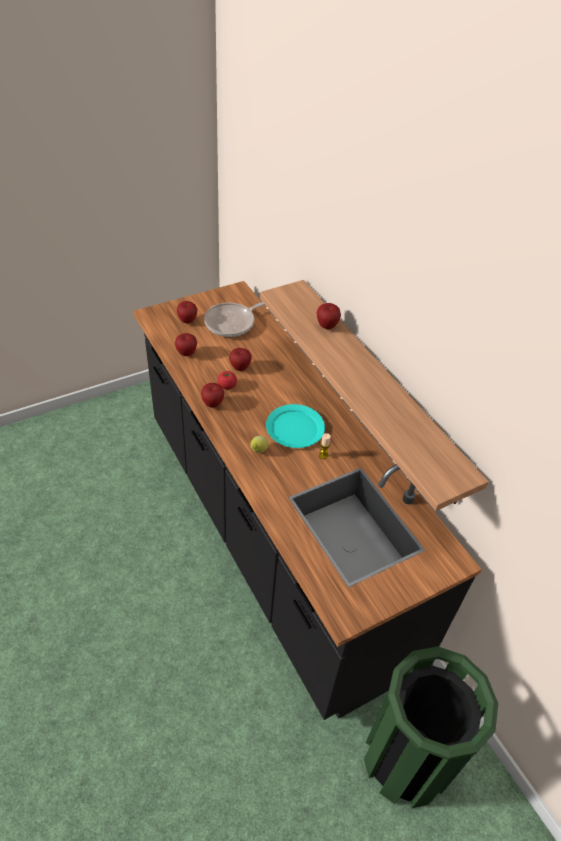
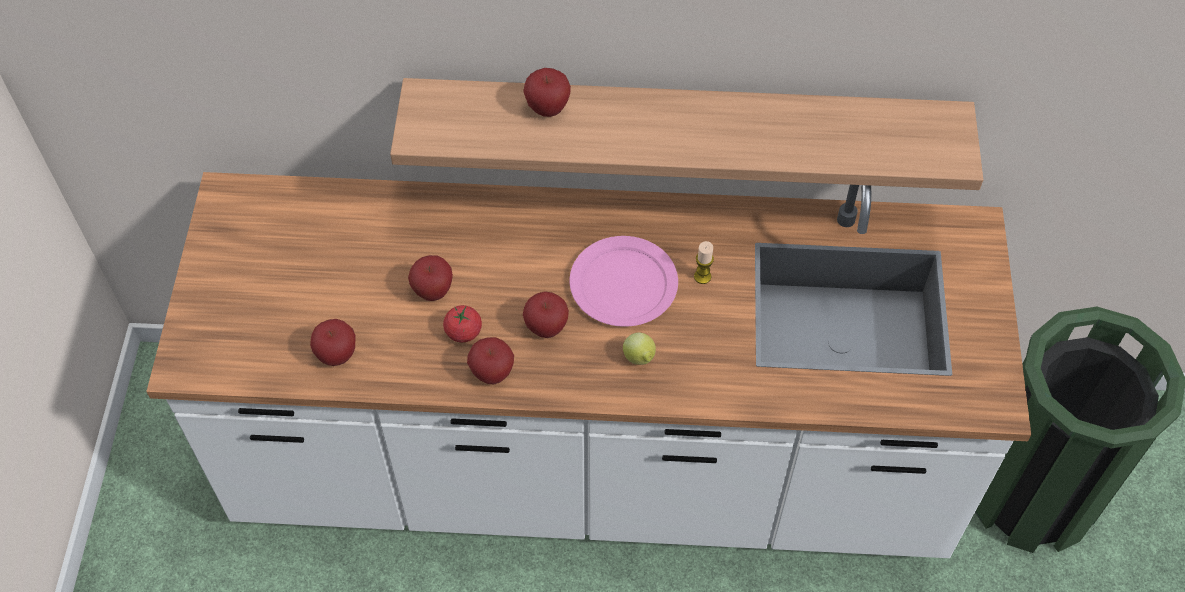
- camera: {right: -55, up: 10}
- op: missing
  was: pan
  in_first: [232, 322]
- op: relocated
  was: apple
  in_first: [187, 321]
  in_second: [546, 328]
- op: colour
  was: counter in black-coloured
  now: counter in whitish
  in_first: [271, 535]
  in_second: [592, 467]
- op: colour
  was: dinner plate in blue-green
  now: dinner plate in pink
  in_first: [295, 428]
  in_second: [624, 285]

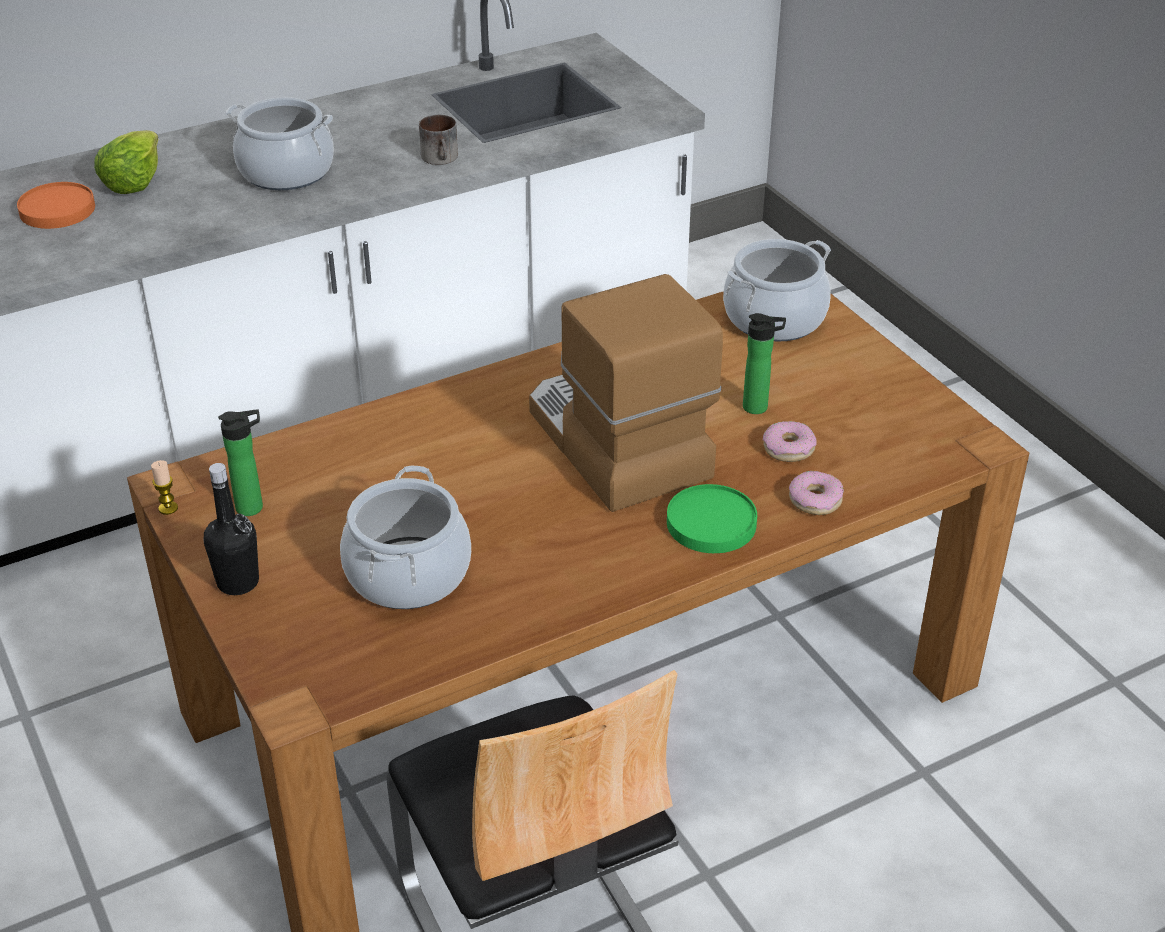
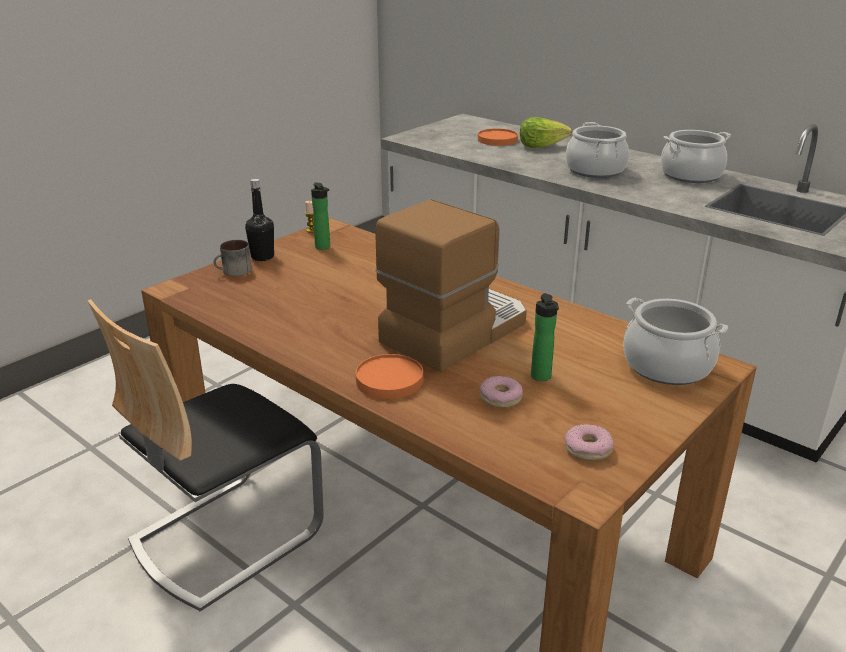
- camera: {right: 70, up: -10}
- op: relocated
  was: stockpot
  in_first: [408, 574]
  in_second: [691, 175]
- op: relocated
  was: tea mug
  in_first: [442, 158]
  in_second: [234, 272]
- op: relocated
  was: ring doughnut
  in_first: [815, 500]
  in_second: [588, 449]
- op: colour
  was: dinner plate in green-coloured
  now: dinner plate in orange
  in_first: [712, 523]
  in_second: [389, 380]

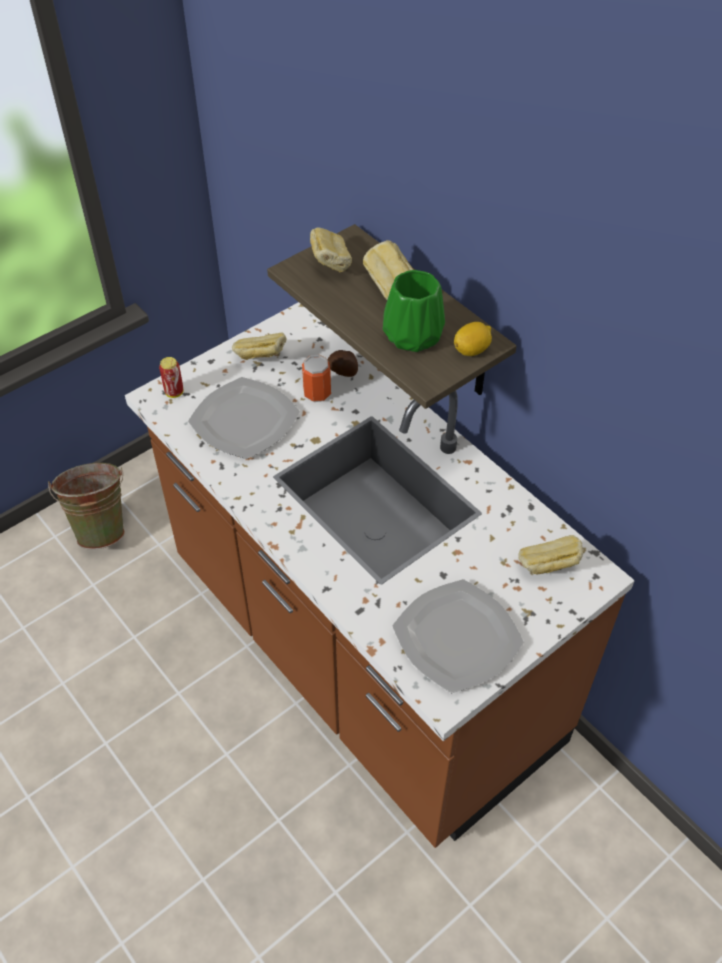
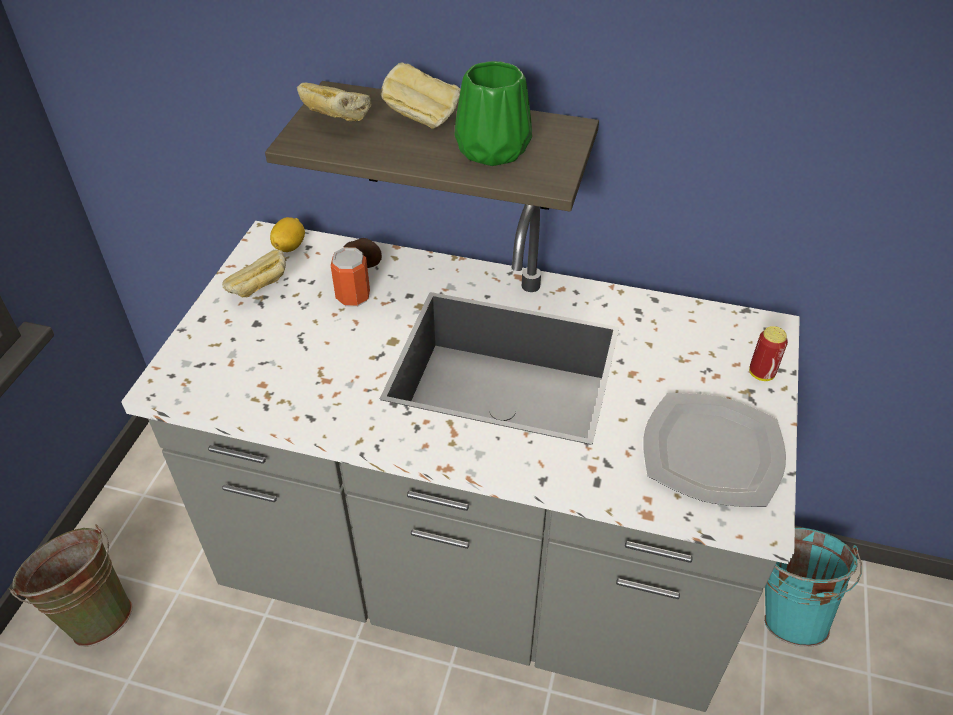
- camera: {right: -35, up: -5}
- op: missing
  was: dinner plate
  in_first: [243, 421]
- op: missing
  was: bread
  in_first: [548, 568]
- op: appeared
  now: bucket in blue-green
  in_second: [787, 608]
- op: relocated
  was: metal can
  in_first: [174, 392]
  in_second: [761, 374]
- op: relocated
  was: lemon
  in_first: [471, 350]
  in_second: [290, 246]
- op: colour
  was: counter in brownish
  now: counter in gray
  in_first: [361, 654]
  in_second: [476, 575]

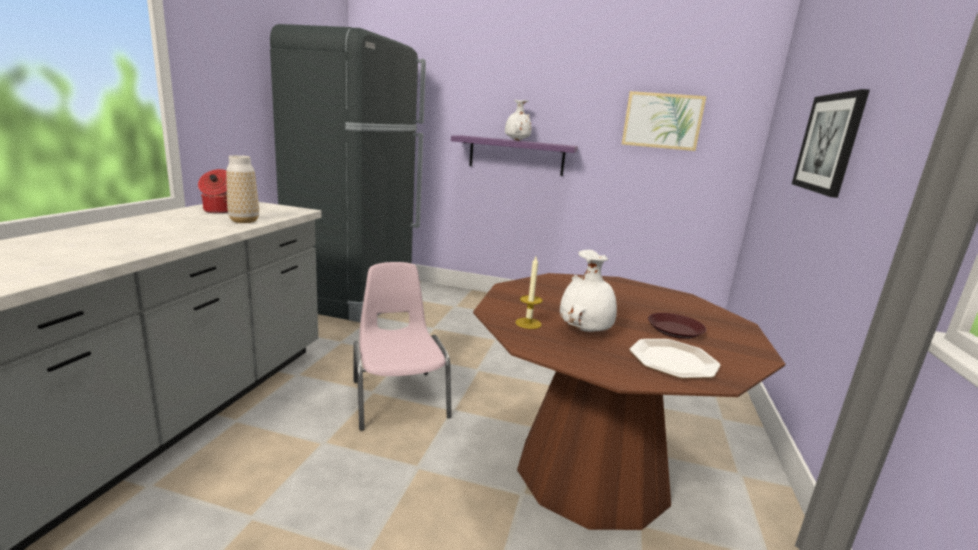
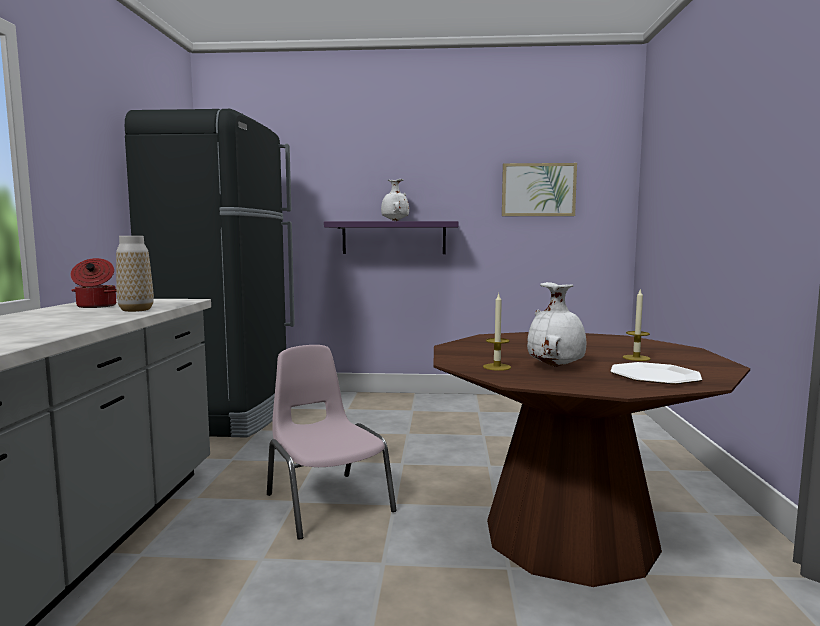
- camera: {right: -10, up: -10}
- op: missing
  was: picture
  in_first: [828, 143]
- op: exchanged
  was: dinner plate in brownish
  now: wax candle
  in_first: [675, 330]
  in_second: [636, 358]

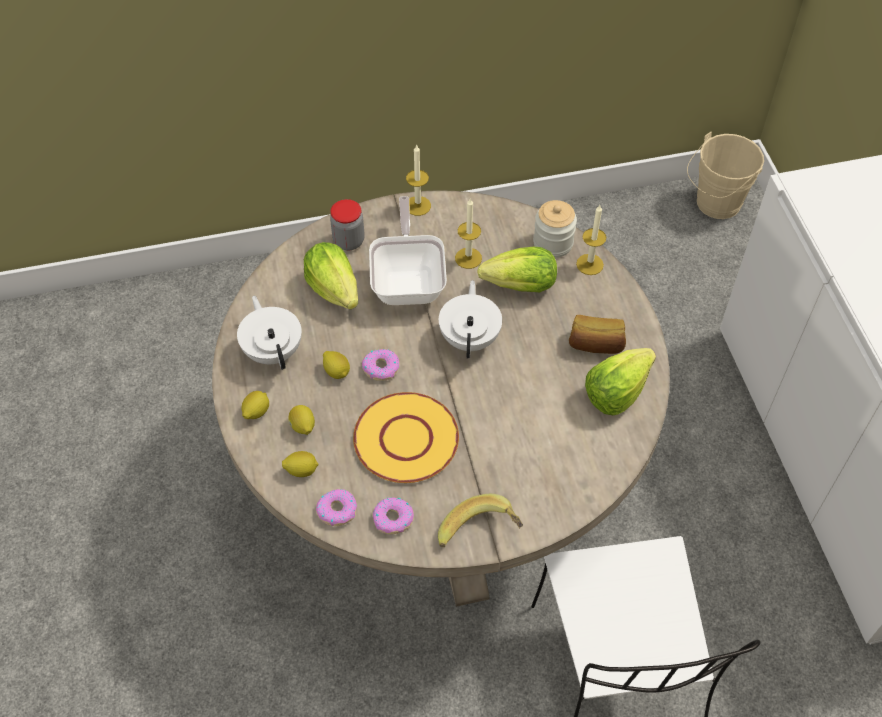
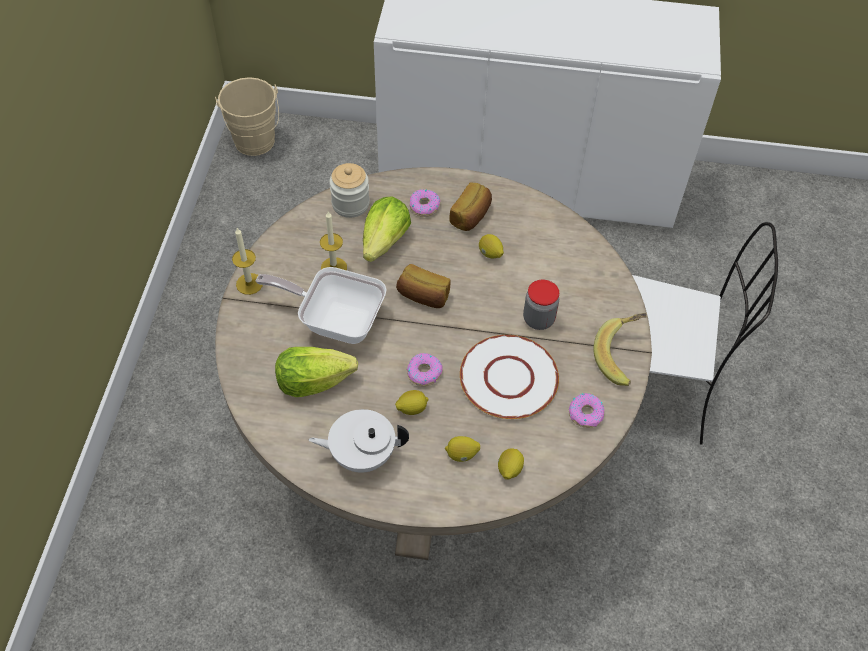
- camera: {right: -70, up: 0}
- op: missing
  was: wax candle
  in_first: [589, 264]
- op: missing
  was: lettuce
  in_first: [616, 392]
- op: relocated
  was: lemon
  in_first: [256, 412]
  in_second: [490, 254]
- op: relocated
  was: ring doughnut
  in_first: [337, 510]
  in_second: [424, 206]
- op: relocated
  was: preserve jar
  in_first: [349, 241]
  in_second: [538, 319]
- op: exchanged
  was: teapot in whitish
  now: bread
  in_first: [470, 338]
  in_second: [423, 296]
- op: colour
  was: dinner plate in yellow-coloured
  now: dinner plate in whitish
  in_first: [406, 438]
  in_second: [508, 377]

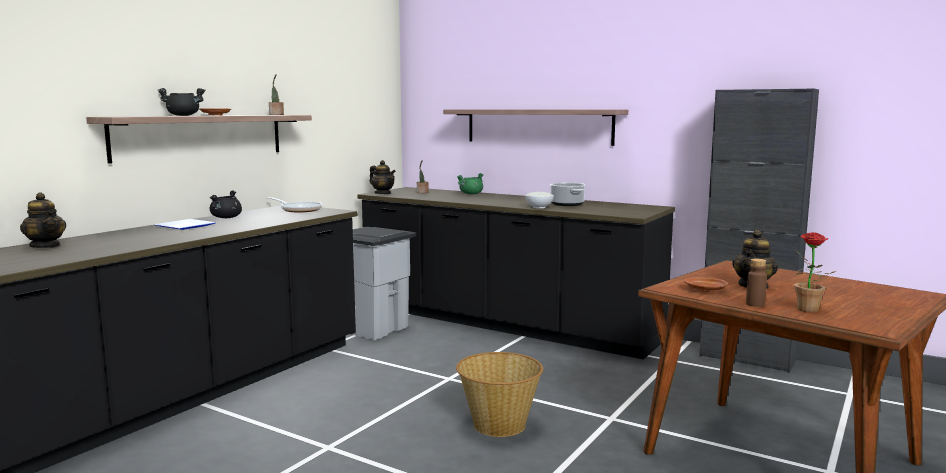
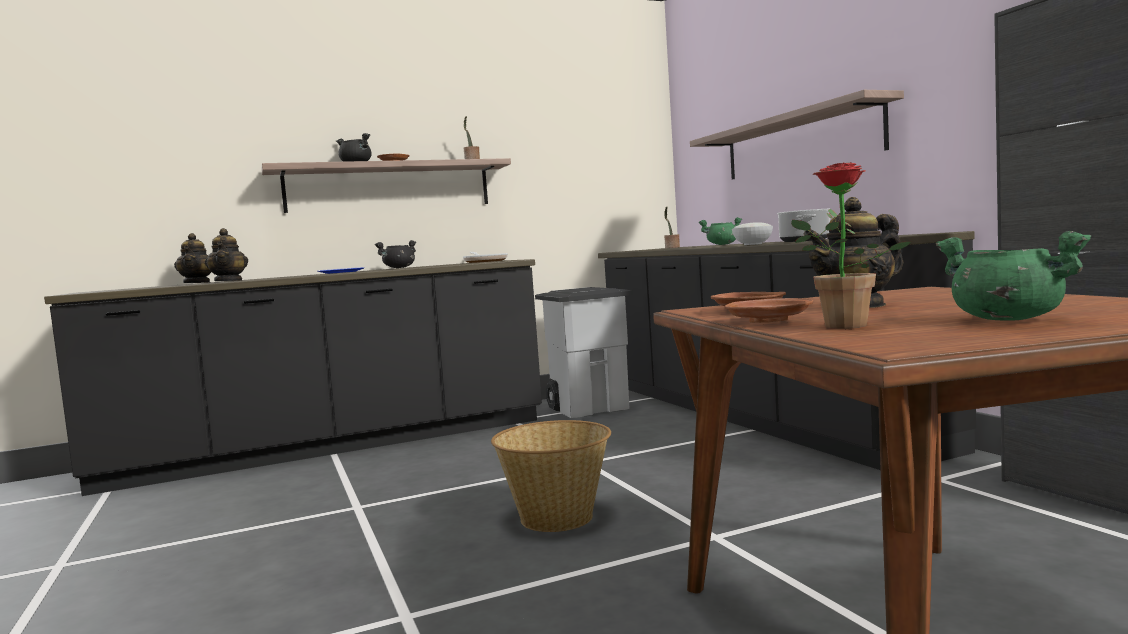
- camera: {right: 35, up: -5}
- op: appeared
  now: stockpot in green-coloured
  in_second: [1005, 319]
- op: relocated
  was: teapot
  in_first: [383, 193]
  in_second: [229, 281]
- op: exchanged
  was: drink bottle in brownish
  now: dinner plate in brownish
  in_first: [755, 304]
  in_second: [769, 321]

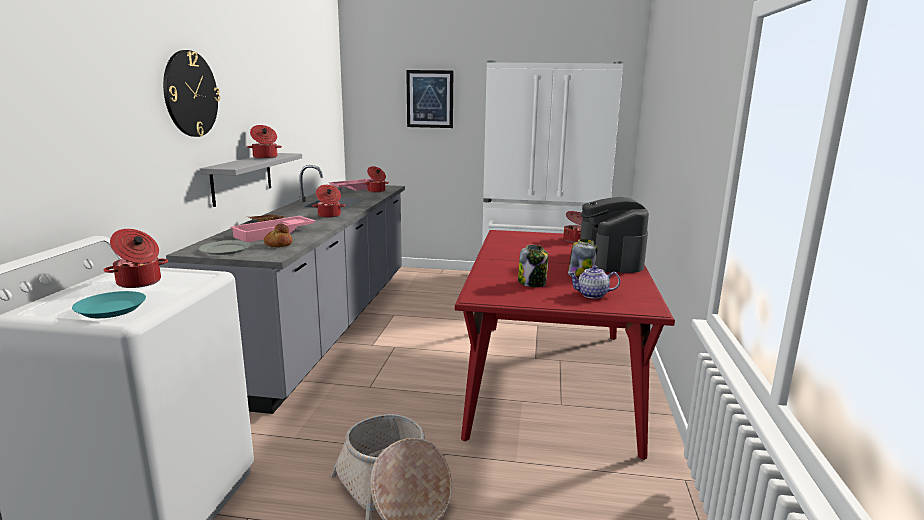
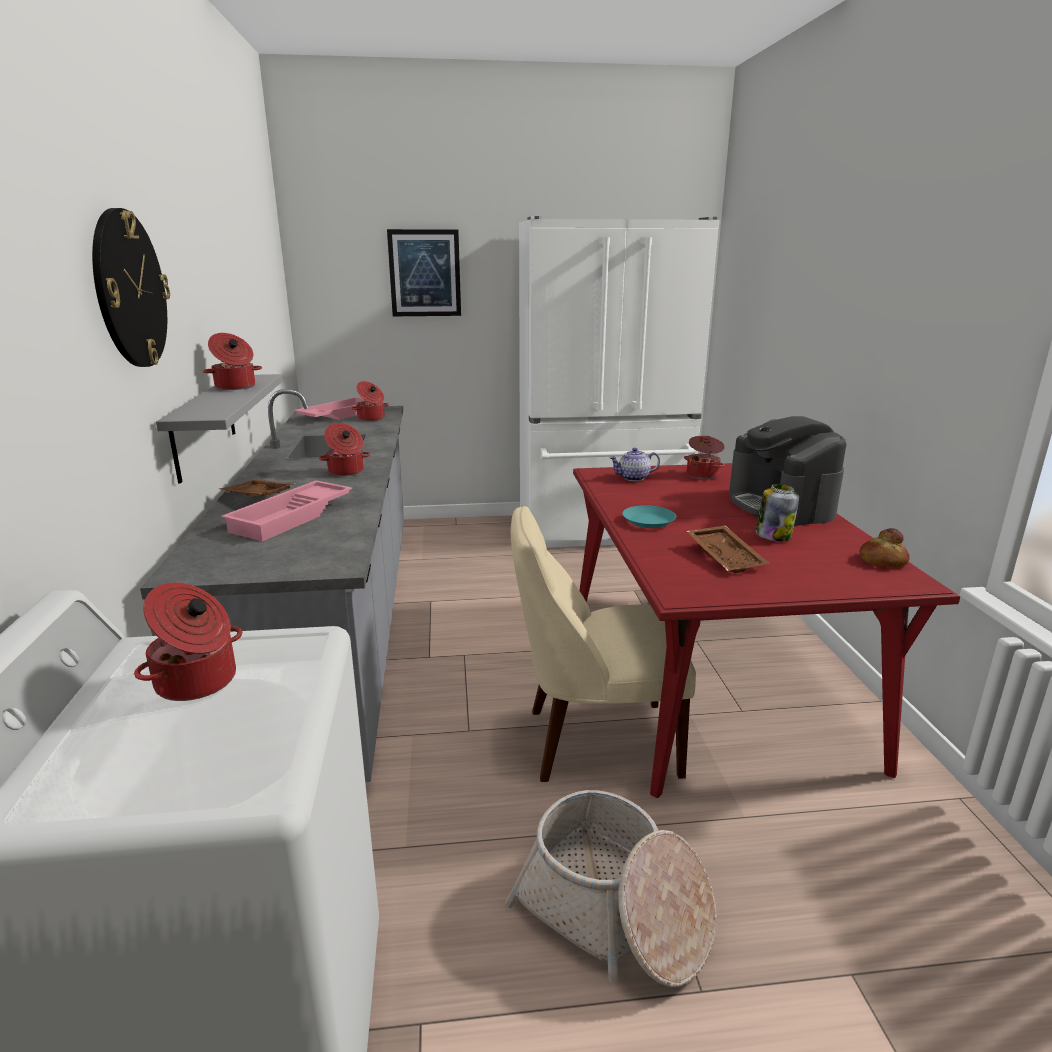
- camera: {right: -15, up: 5}
- op: missing
  was: dinner plate in gray
  in_first: [225, 249]
- op: appeared
  now: plain chair in beige
  in_second: [594, 741]
- op: relocated
  was: dinner plate in blue-green
  in_first: [110, 310]
  in_second: [648, 521]
- op: relocated
  was: bread
  in_first: [278, 244]
  in_second: [882, 561]
- op: relocated
  was: teapot
  in_first: [592, 295]
  in_second: [633, 478]
- op: exchanged
  was: preserve jar
  now: carrying tray in brownish
  in_first: [532, 283]
  in_second: [726, 557]

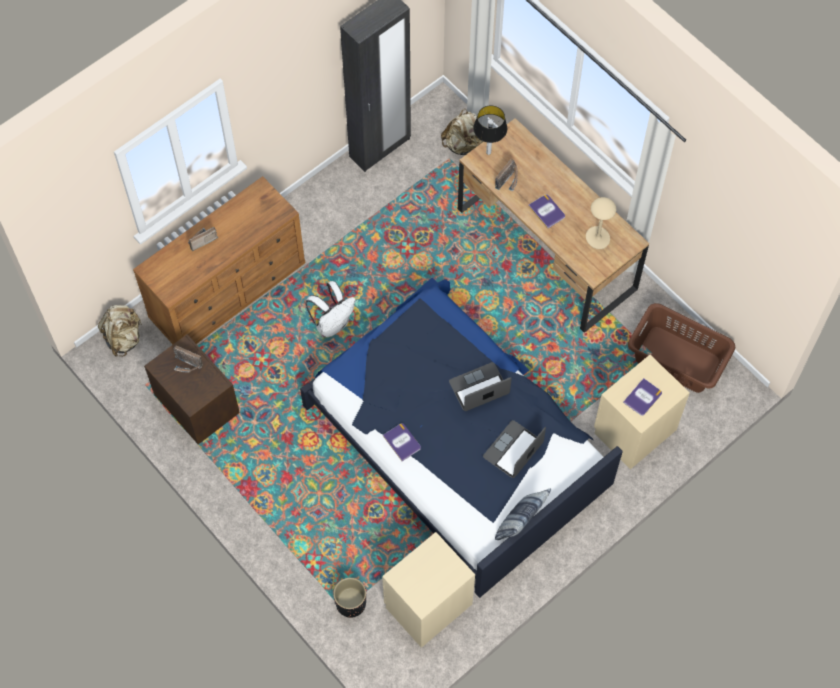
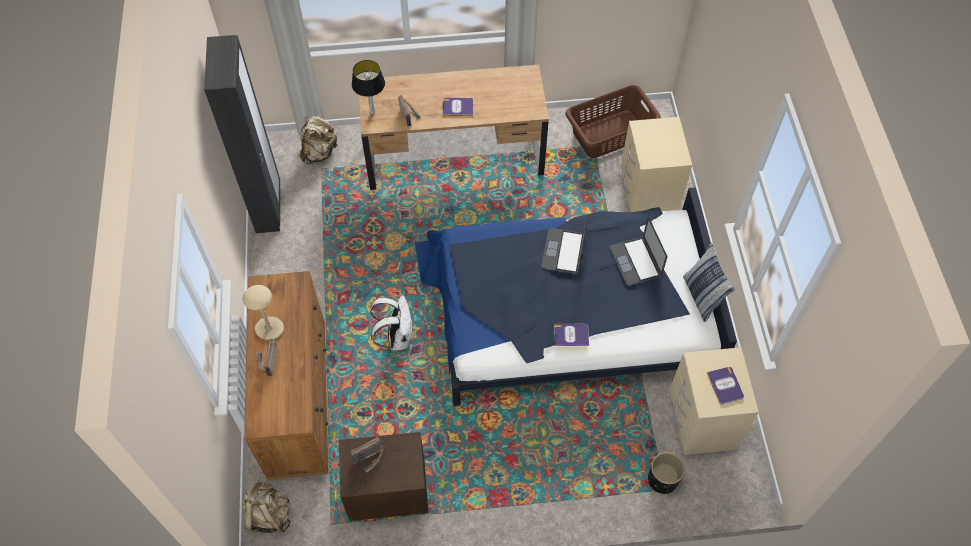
- camera: {right: -55, up: -5}
- op: relocated
  was: table lamp in beige
  in_first: [597, 238]
  in_second: [269, 329]
- op: relocated
  was: book
  in_first: [642, 397]
  in_second: [725, 385]

